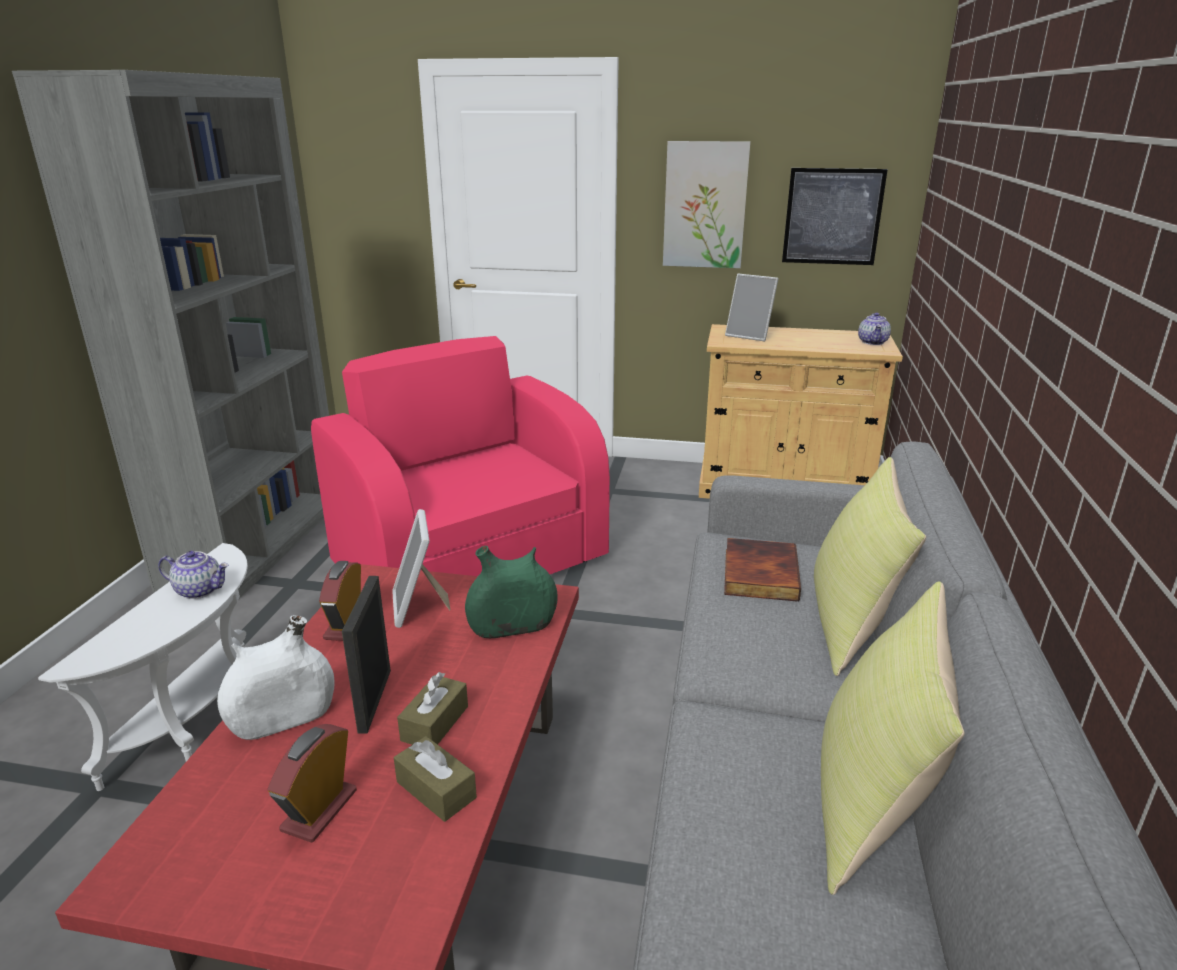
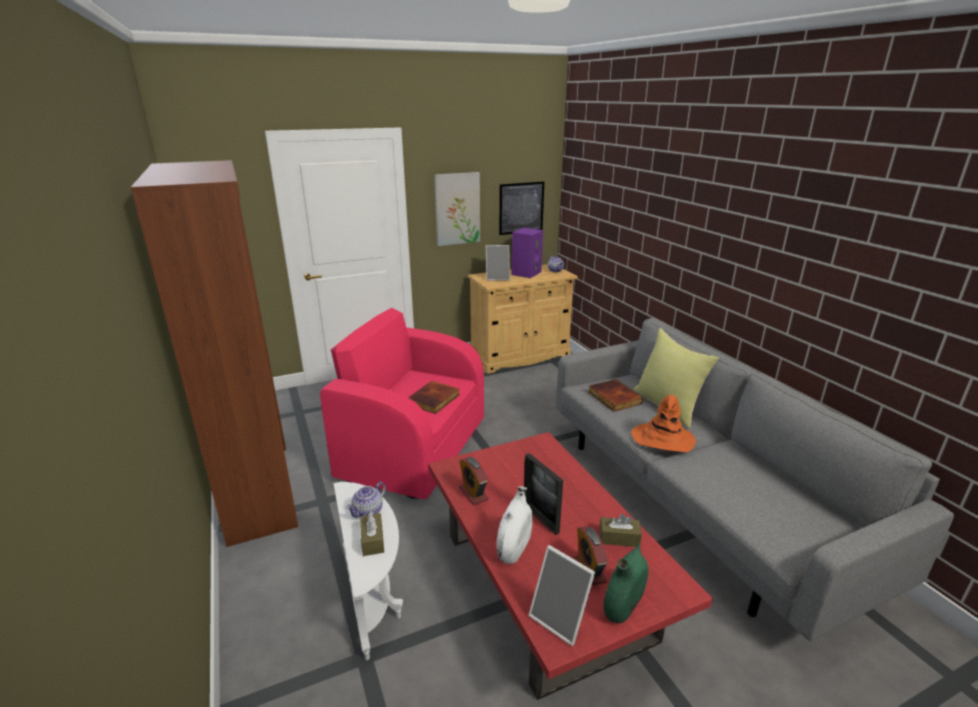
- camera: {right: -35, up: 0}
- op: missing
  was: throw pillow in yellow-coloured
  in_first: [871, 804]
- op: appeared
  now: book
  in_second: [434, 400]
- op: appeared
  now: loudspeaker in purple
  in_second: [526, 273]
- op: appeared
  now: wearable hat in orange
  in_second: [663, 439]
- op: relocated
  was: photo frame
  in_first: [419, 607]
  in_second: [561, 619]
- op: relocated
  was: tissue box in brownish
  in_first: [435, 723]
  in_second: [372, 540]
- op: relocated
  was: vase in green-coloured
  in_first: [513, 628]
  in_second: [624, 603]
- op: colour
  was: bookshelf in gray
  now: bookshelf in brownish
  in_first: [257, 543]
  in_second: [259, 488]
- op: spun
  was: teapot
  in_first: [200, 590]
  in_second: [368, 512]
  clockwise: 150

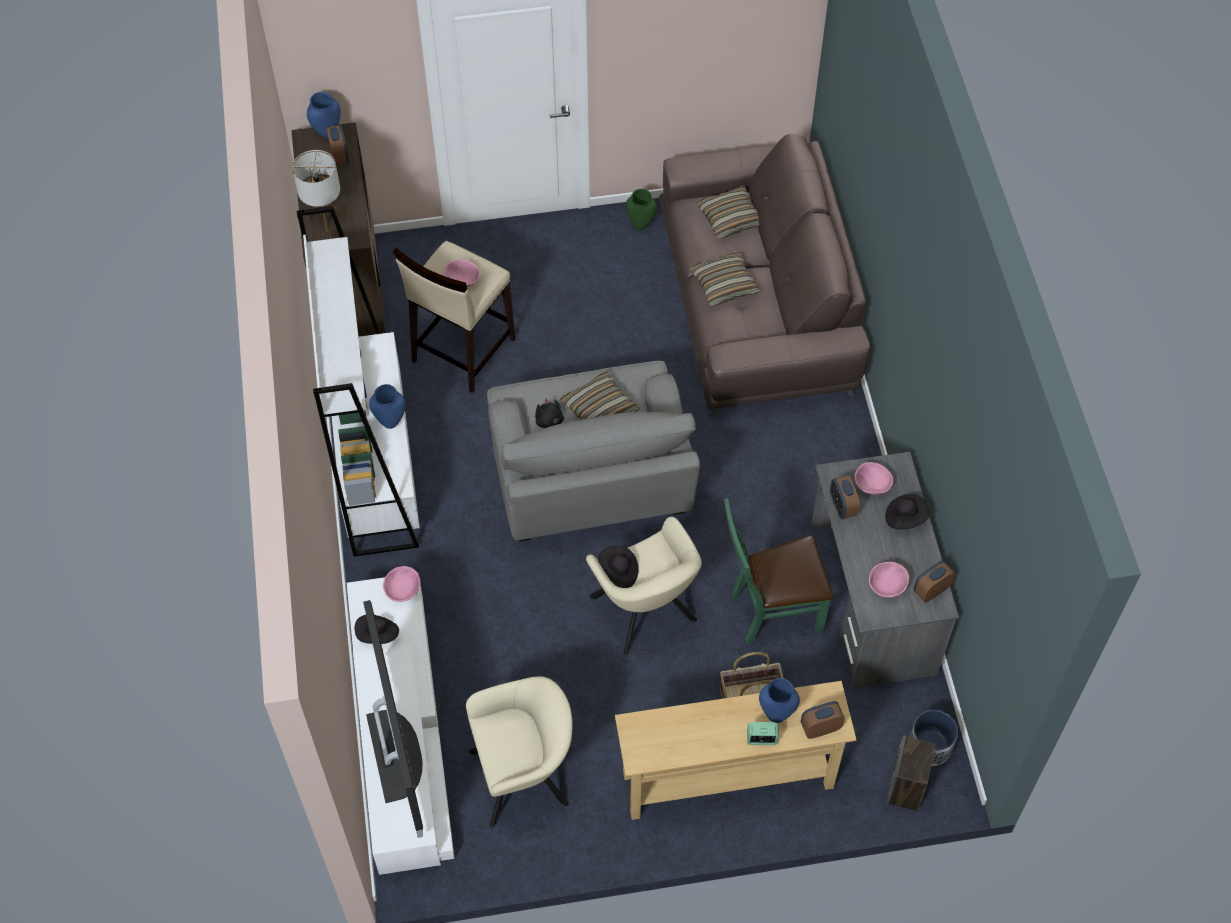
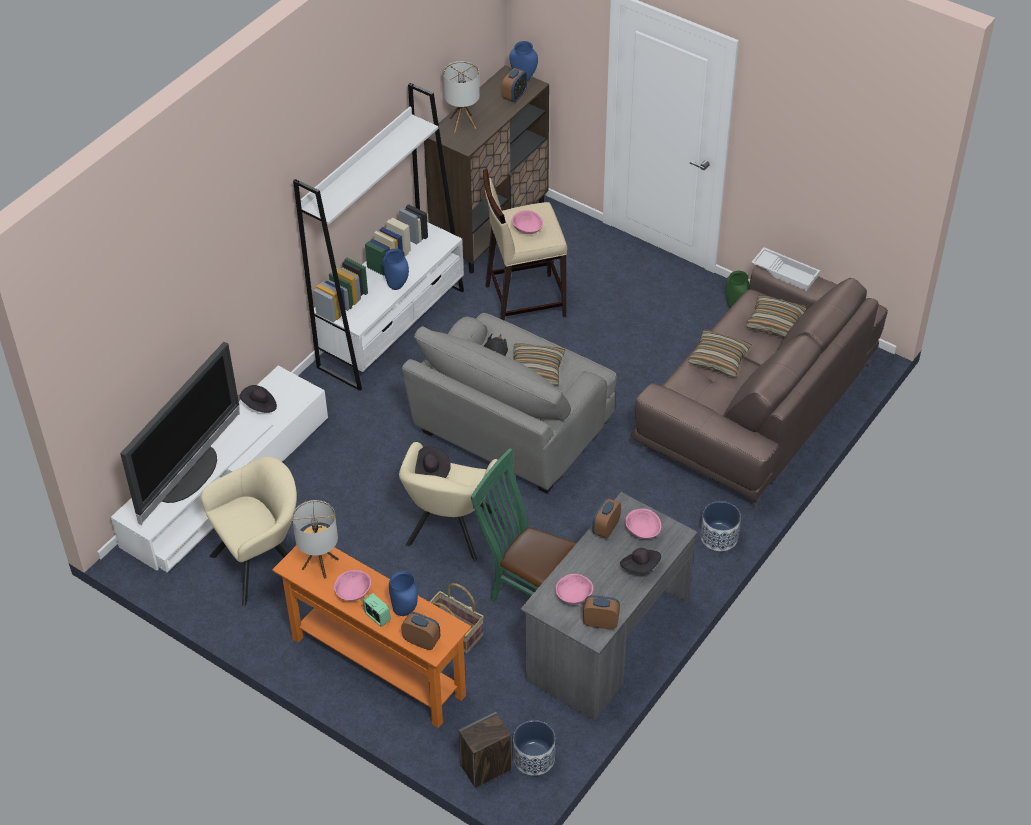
- camera: {right: 45, up: -10}
- op: appeared
  now: table lamp
  in_second: [320, 564]
- op: appeared
  now: flower pot
  in_second: [719, 537]
- op: appeared
  now: carrying tray in whitish
  in_second: [785, 272]
- op: relocated
  was: deep dish in pink
  in_first: [403, 590]
  in_second: [353, 593]
- op: colour
  was: hall table in beige
  now: hall table in orange
  in_first: [728, 781]
  in_second: [377, 667]
- op: spun
  was: easy chair in beige
  in_first: [524, 775]
  in_second: [262, 563]
  clockwise: -60

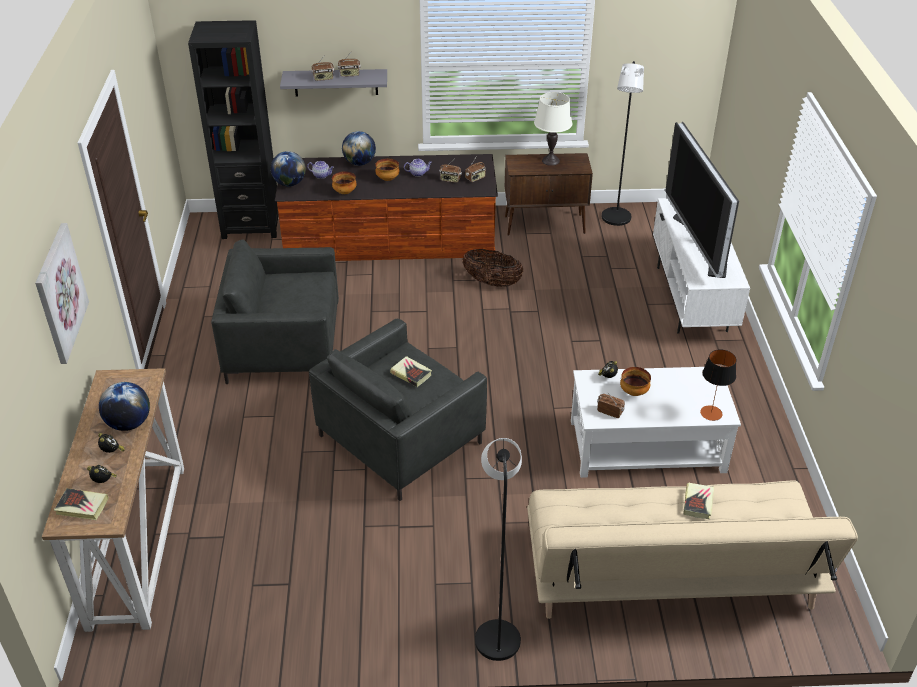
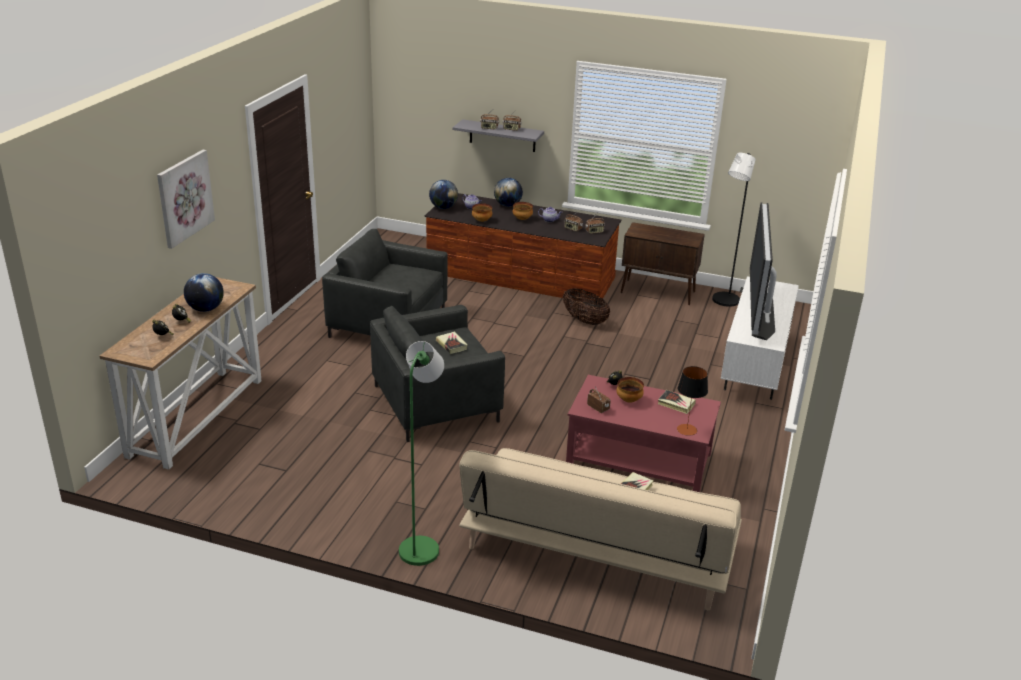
- camera: {right: 20, up: -10}
- op: missing
  was: bookshelf in black-coloured
  in_first: [251, 225]
- op: missing
  was: table lamp in whitish
  in_first: [550, 161]
- op: relocated
  was: book
  in_first: [82, 506]
  in_second: [676, 404]
- op: colour
  was: floor lamp in black-coloured
  now: floor lamp in green-coloured
  in_first: [497, 632]
  in_second: [422, 546]
- op: colour
  was: low table in whitish
  now: low table in red-coloured
  in_first: [646, 446]
  in_second: [638, 459]

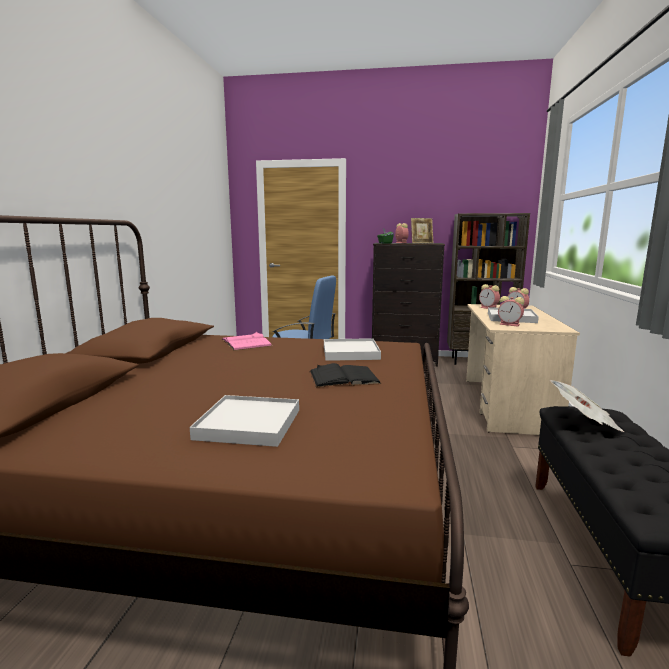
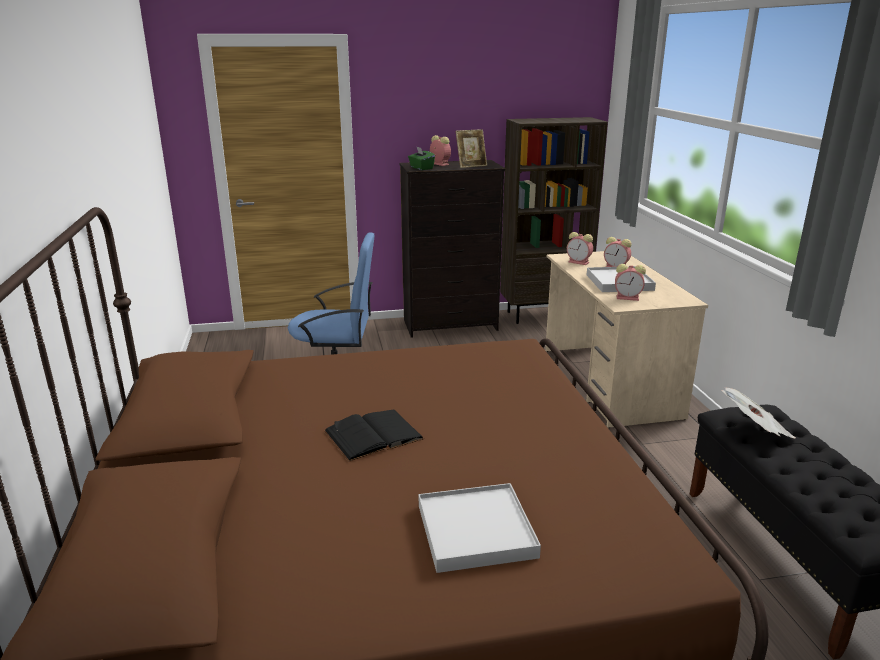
- camera: {right: -20, up: 10}
- op: missing
  was: book in pink
  in_first: [246, 342]
- op: missing
  was: carrying tray in whitish
  in_first: [350, 352]
- op: relocated
  was: book in black-coloured
  in_first: [343, 377]
  in_second: [373, 435]

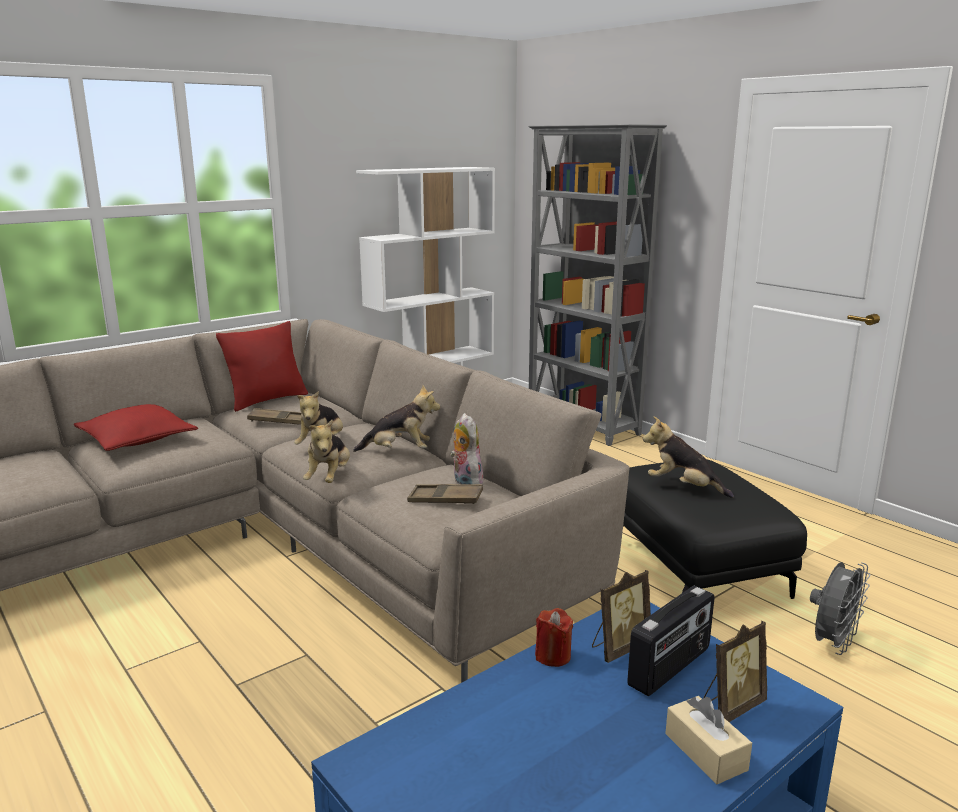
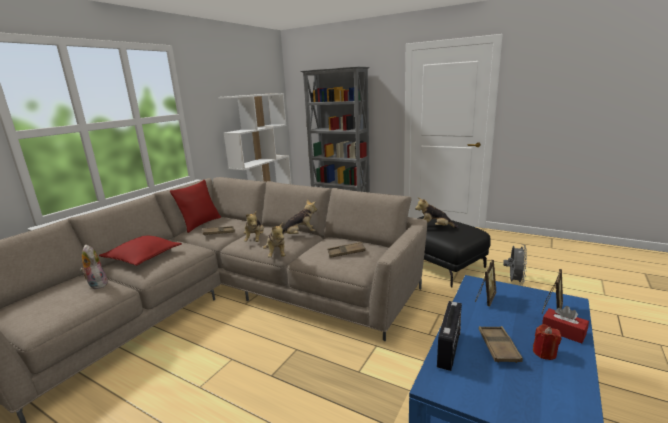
- camera: {right: -20, up: 0}
- op: appeared
  now: carrying tray in brownish
  in_second: [498, 347]
- op: relocated
  was: soft toy
  in_first: [465, 483]
  in_second: [96, 285]
- op: relocated
  was: wax candle in red-coloured
  in_first: [553, 656]
  in_second: [544, 353]
- op: relocated
  was: radio set
  in_first: [670, 667]
  in_second: [449, 349]
- op: colour
  was: tissue box in beige
  now: tissue box in red-coloured
  in_first: [705, 751]
  in_second: [563, 331]

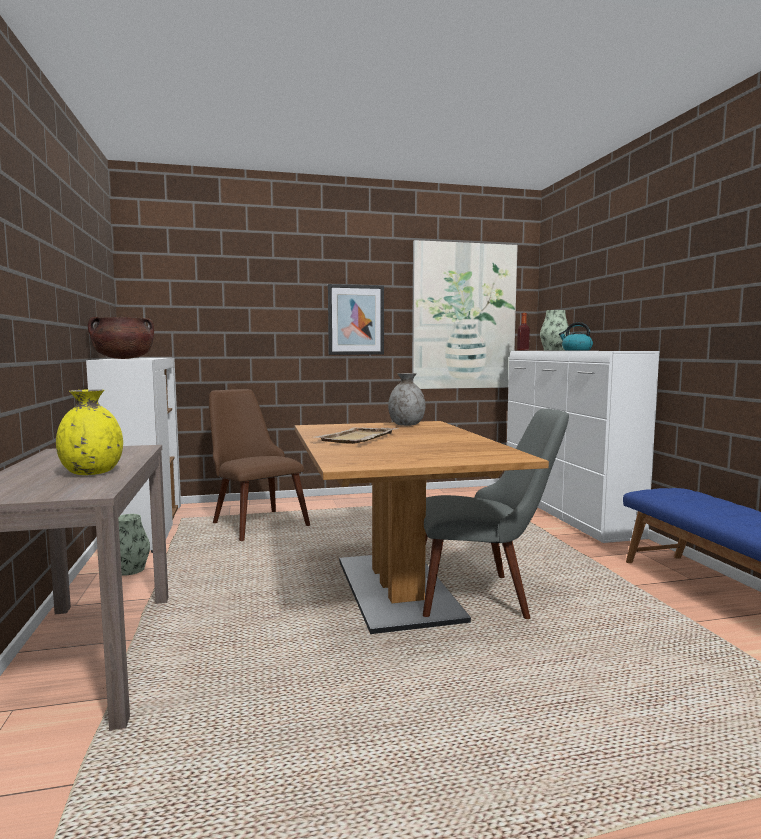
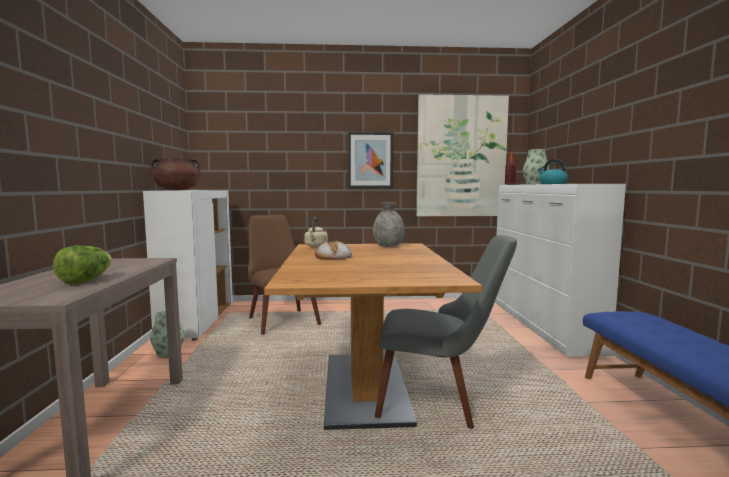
- camera: {right: 10, up: 0}
- op: appeared
  now: tea kettle in beige
  in_second: [315, 246]
- op: exchanged
  was: vase in yellow-coloured
  now: lettuce
  in_first: [91, 473]
  in_second: [86, 281]
- op: exchanged
  was: carrying tray in beige
  now: bread
  in_first: [357, 438]
  in_second: [332, 257]

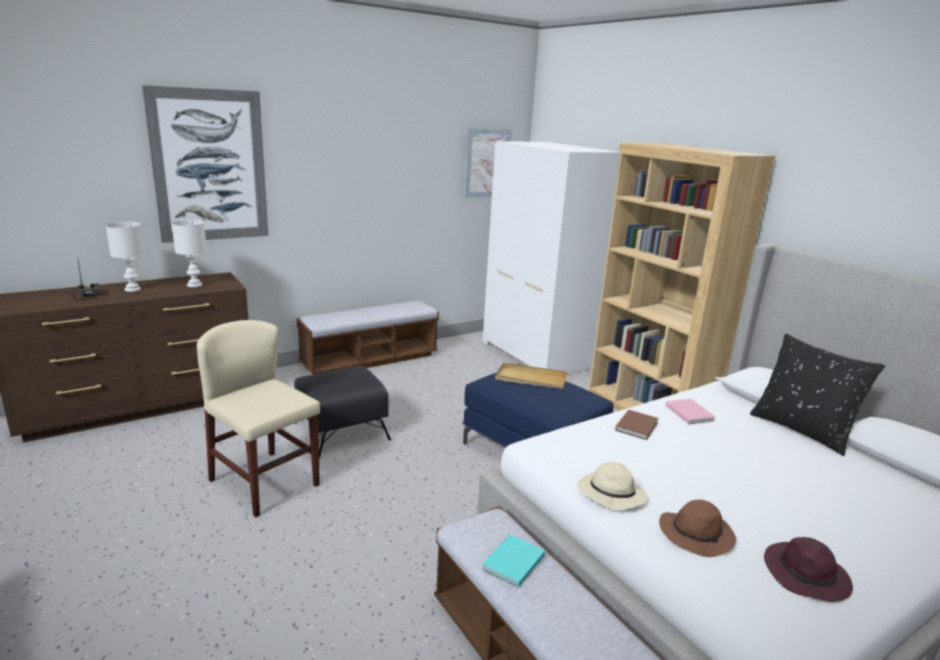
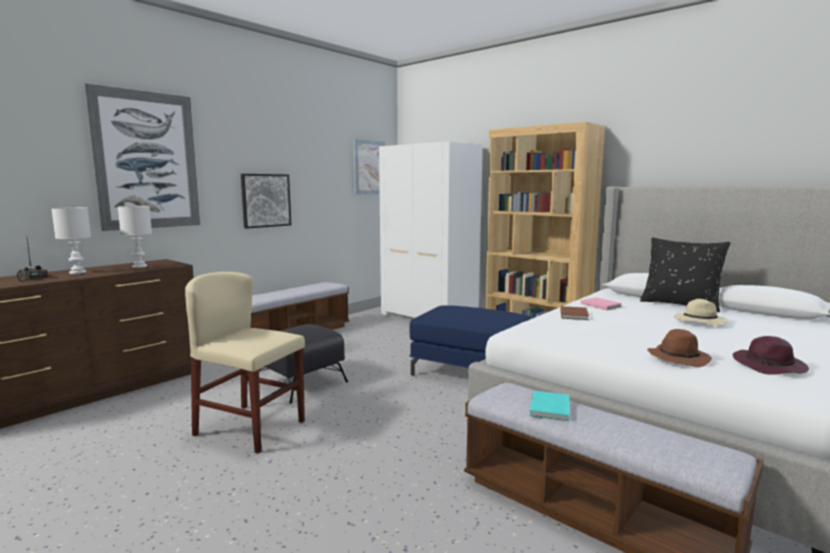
- camera: {right: -15, up: -10}
- op: missing
  was: carrying tray in beige
  in_first: [530, 379]
- op: appeared
  now: picture
  in_second: [266, 200]
- op: relocated
  was: wearable hat in beige
  in_first: [610, 494]
  in_second: [698, 322]

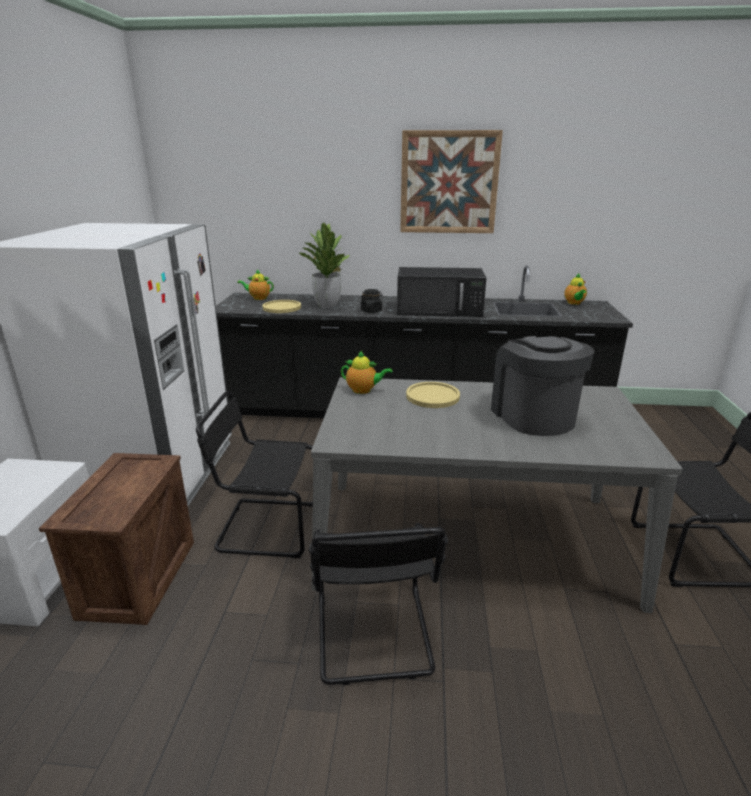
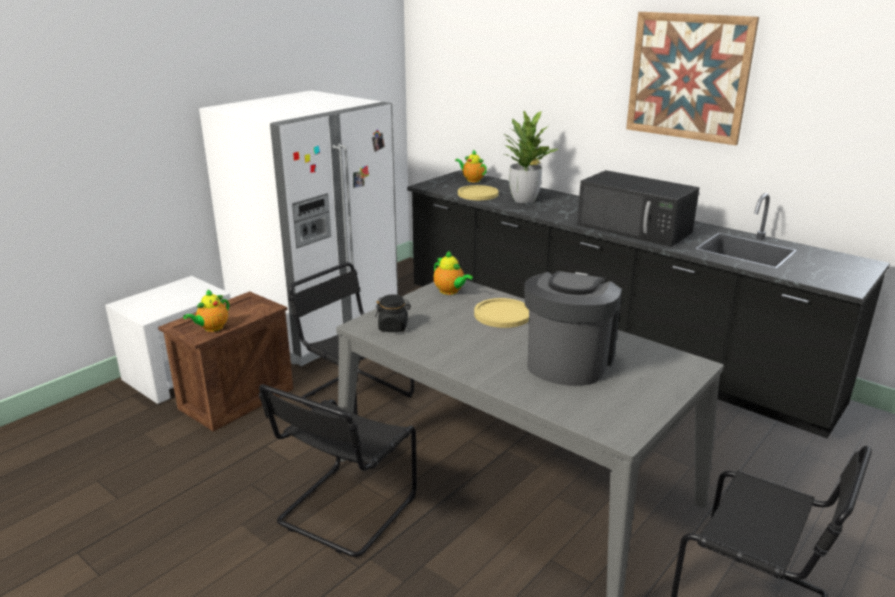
- camera: {right: 35, up: 0}
- op: relocated
  was: preserve jar in black-coloured
  in_first: [371, 311]
  in_second: [393, 327]
- op: relocated
  was: teapot
  in_first: [574, 303]
  in_second: [212, 328]

